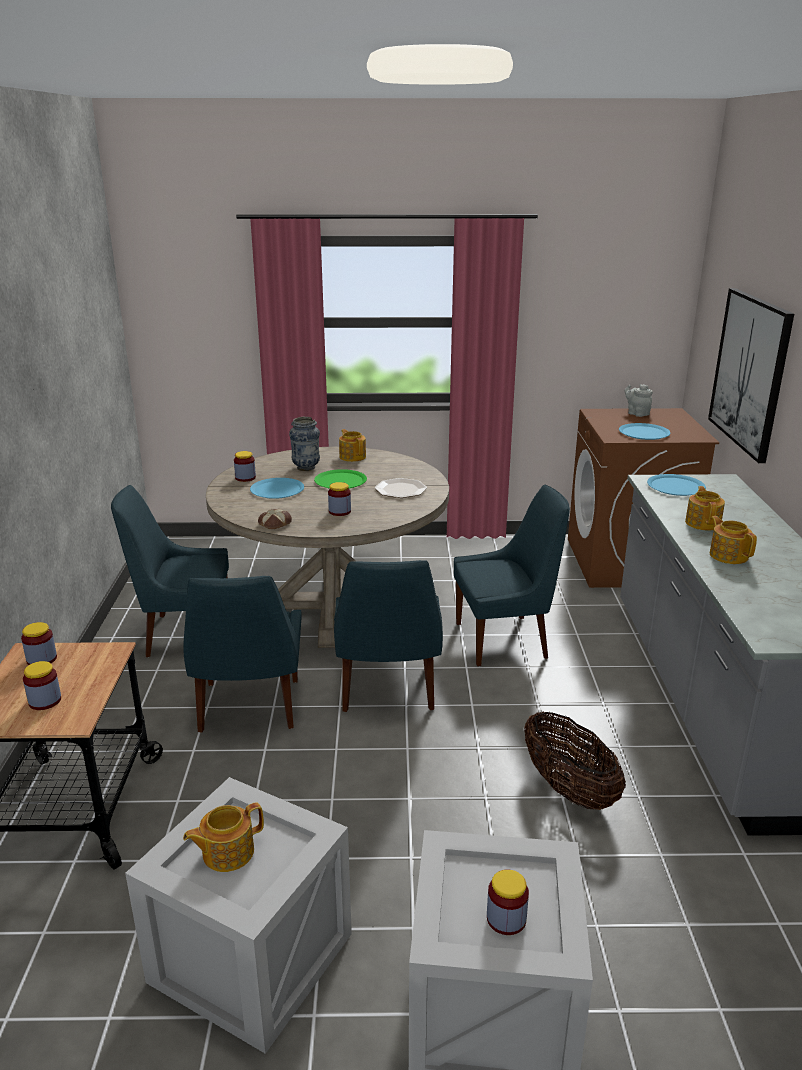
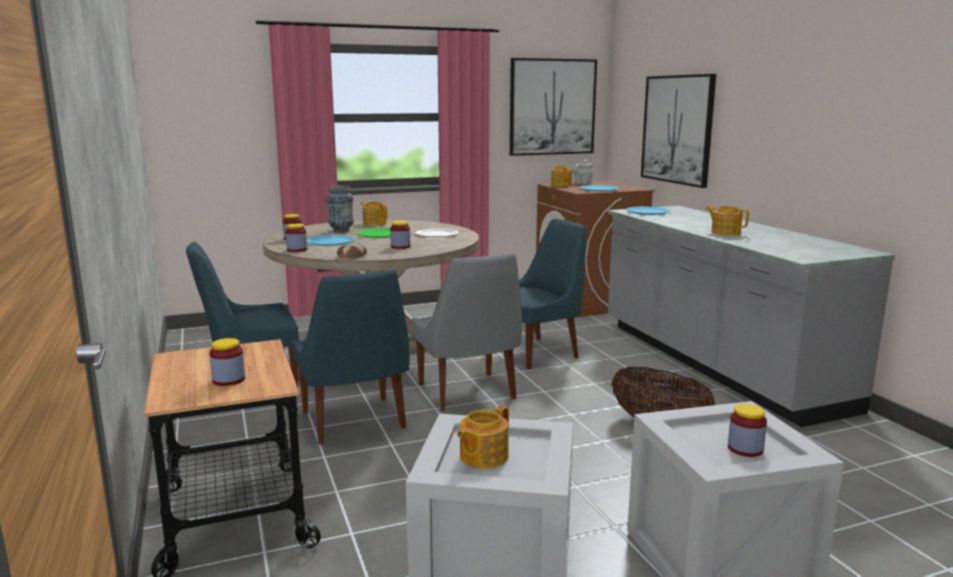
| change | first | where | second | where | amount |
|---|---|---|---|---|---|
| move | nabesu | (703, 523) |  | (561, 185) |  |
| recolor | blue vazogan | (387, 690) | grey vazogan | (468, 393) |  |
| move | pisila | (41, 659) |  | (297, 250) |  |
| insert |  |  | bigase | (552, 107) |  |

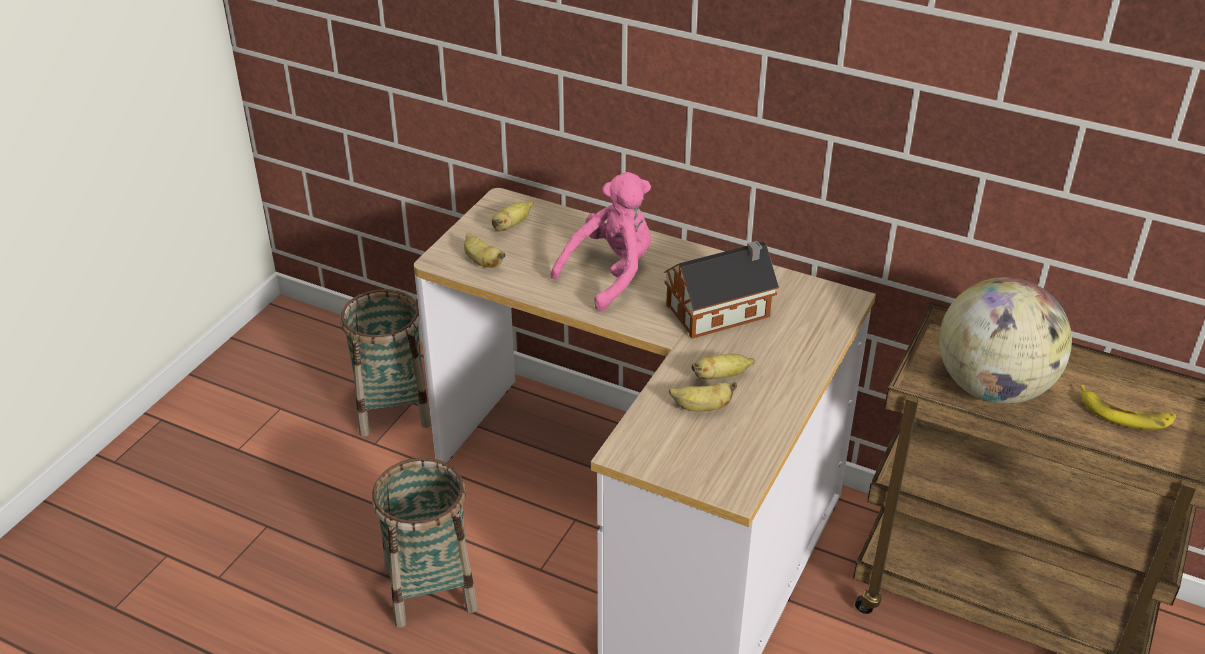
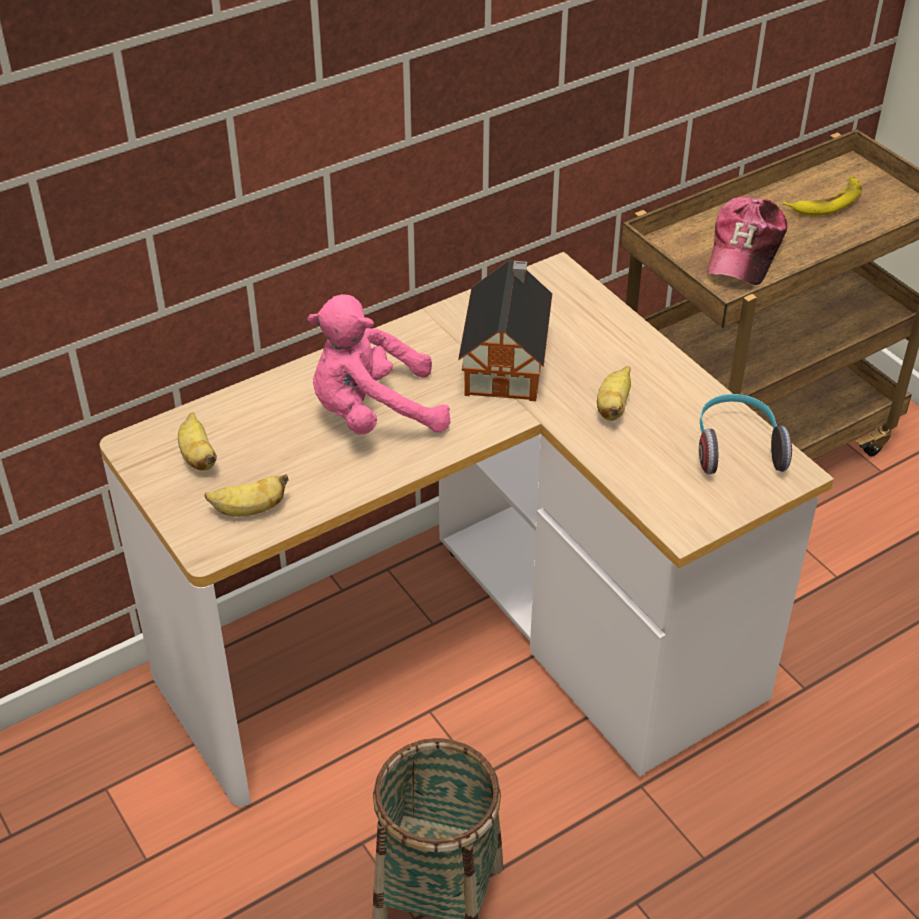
| change | first | where | second | where | amount |
|---|---|---|---|---|---|
| rotate | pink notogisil | (611, 275) |  | (373, 414) | 90 degrees counterclockwise |
| replace | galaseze | (993, 388) | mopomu | (745, 251) |  |
| delete | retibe | (393, 408) |  |  |  |
| delete | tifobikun | (701, 408) |  |  |  |
| insert |  |  | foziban | (736, 447) |  |

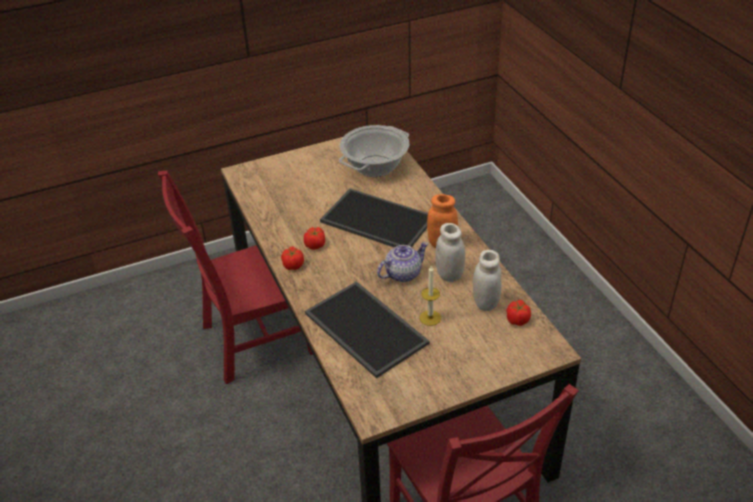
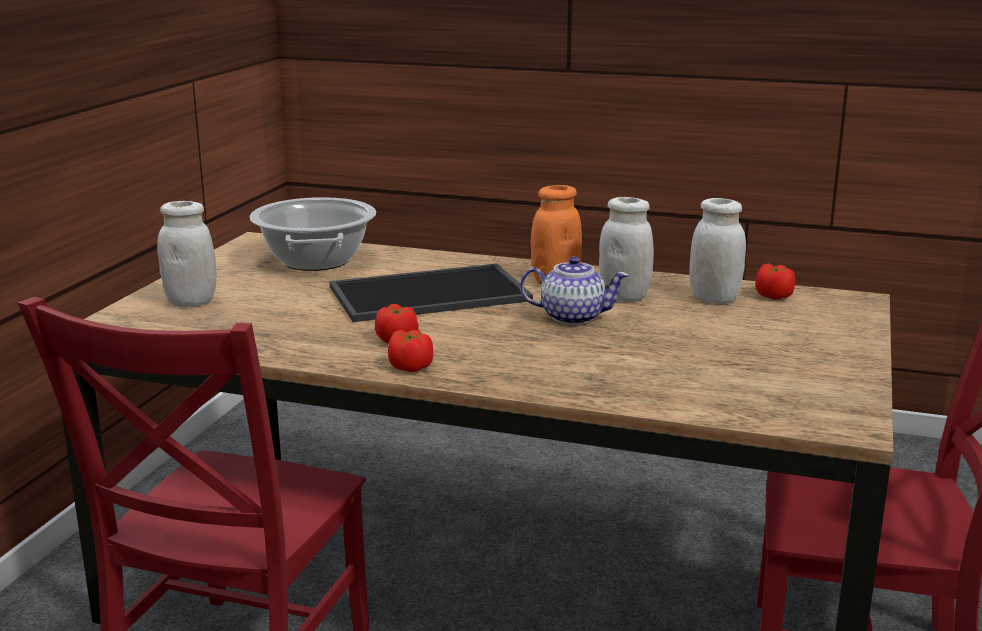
| change | first | where | second | where | amount |
|---|---|---|---|---|---|
| rotate | nabesu | (402, 274) |  | (572, 317) | 90 degrees clockwise |
| delete | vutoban | (430, 318) |  |  |  |
| delete | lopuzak | (368, 328) |  |  |  |
| insert |  |  | white pisila | (191, 302) |  |

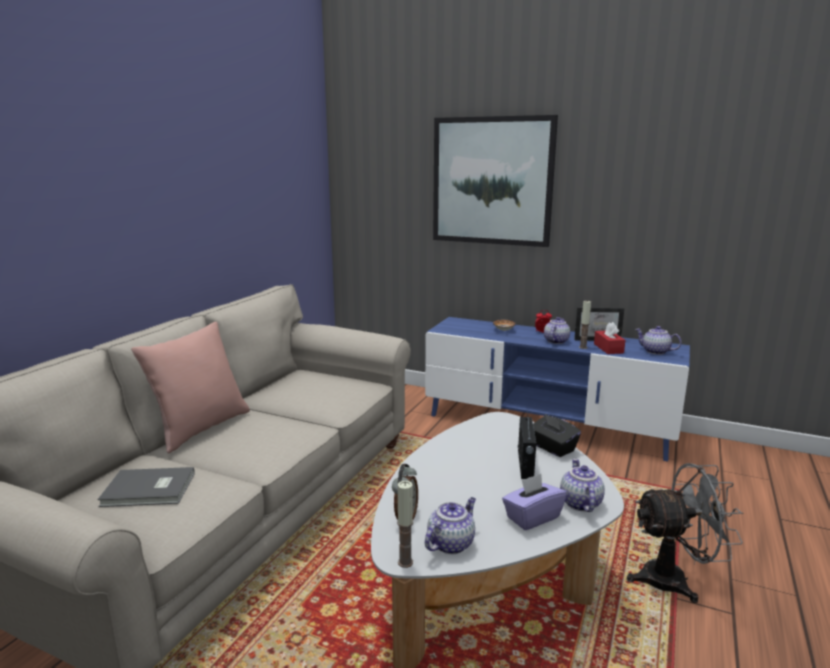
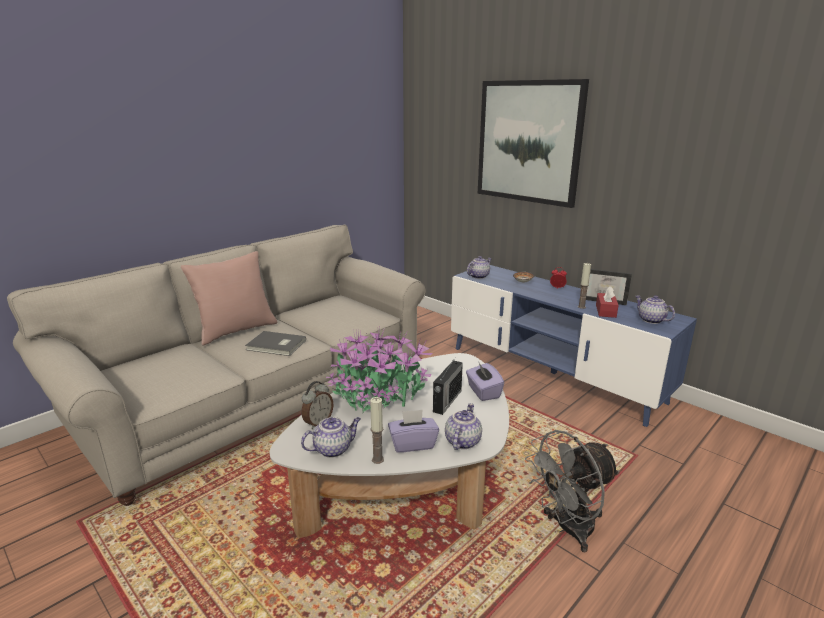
| change | first | where | second | where | amount |
|---|---|---|---|---|---|
| move | nabesu | (555, 341) |  | (478, 276) |  |
| recolor | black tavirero | (552, 448) | purple tavirero | (483, 392) |  |
| rotate | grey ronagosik | (675, 580) |  | (567, 529) | 135 degrees clockwise |
| move | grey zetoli | (149, 490) |  | (276, 346) |  |
| move | vutoban | (405, 562) |  | (377, 459) |  |
| insert |  |  | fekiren | (378, 396) |  |

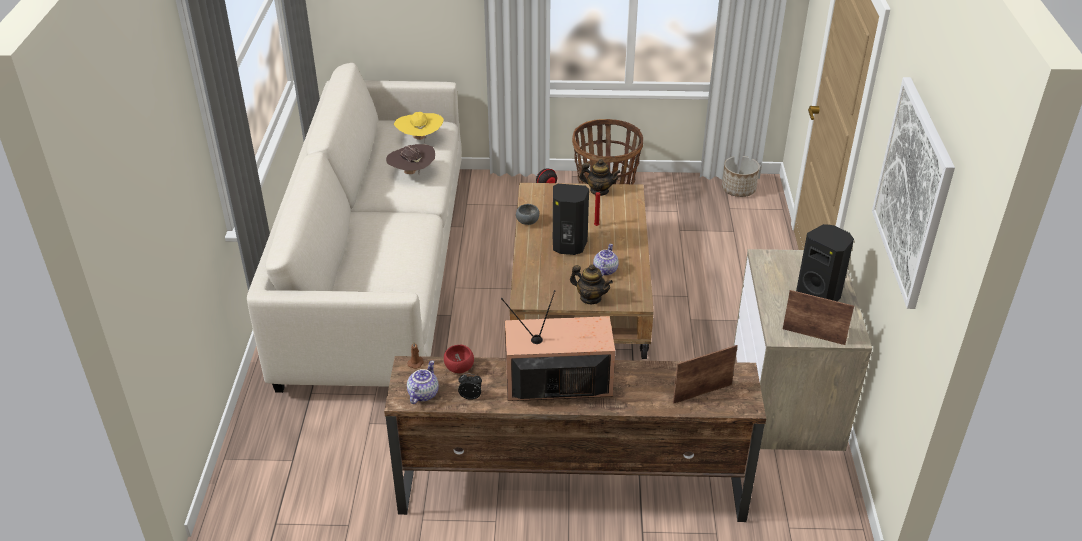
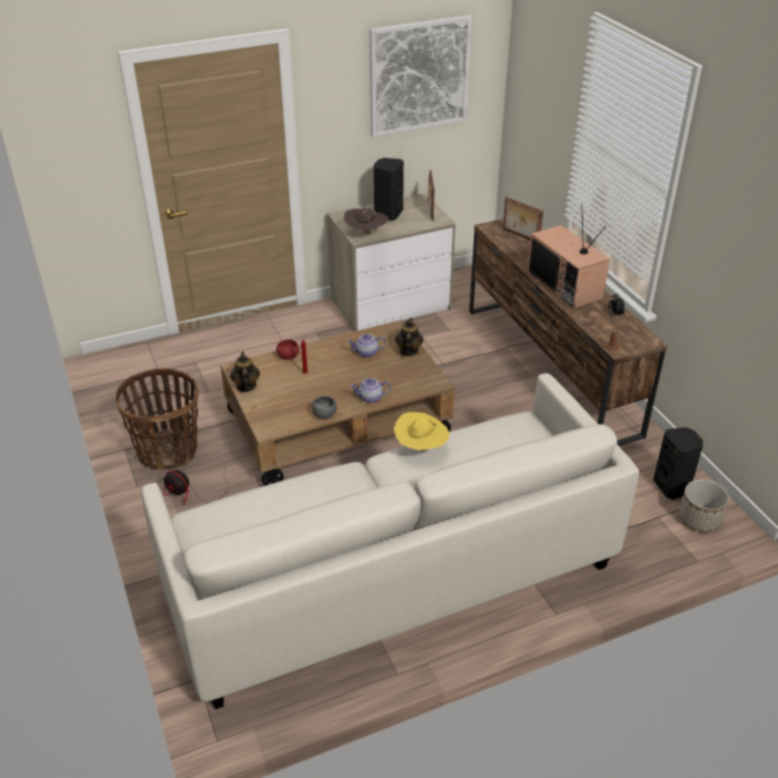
| change | first | where | second | where | amount |
|---|---|---|---|---|---|
| move | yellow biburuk | (420, 139) |  | (421, 448) |  |
| move | brown biburuk | (412, 173) |  | (366, 234) |  |
| move | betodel | (738, 189) |  | (699, 519) |  |
| move | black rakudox | (568, 246) |  | (672, 487) |  |
| move | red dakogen | (458, 367) |  | (288, 357) |  |
| move | nabesu | (422, 393) |  | (370, 398) |  |

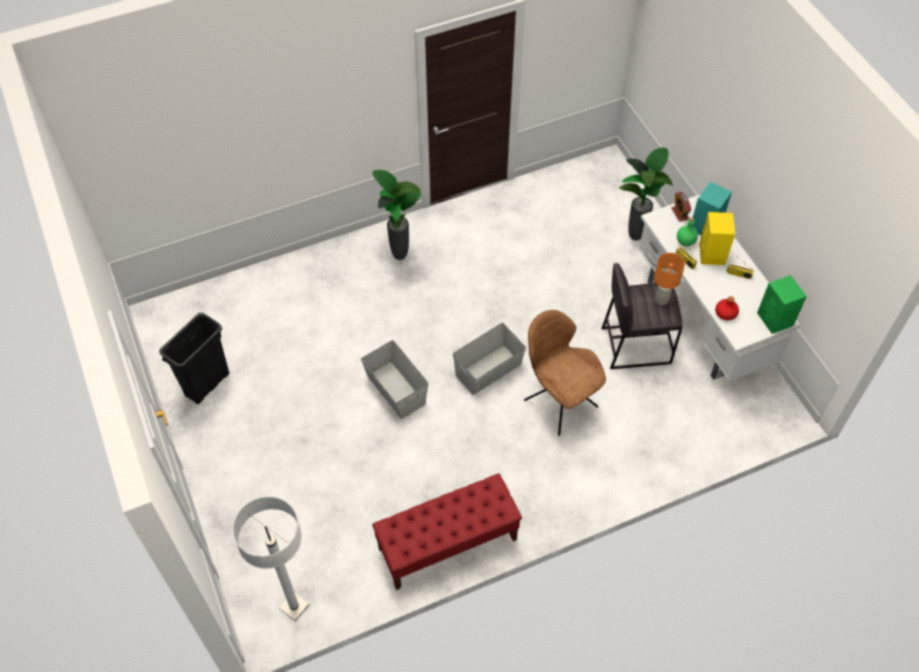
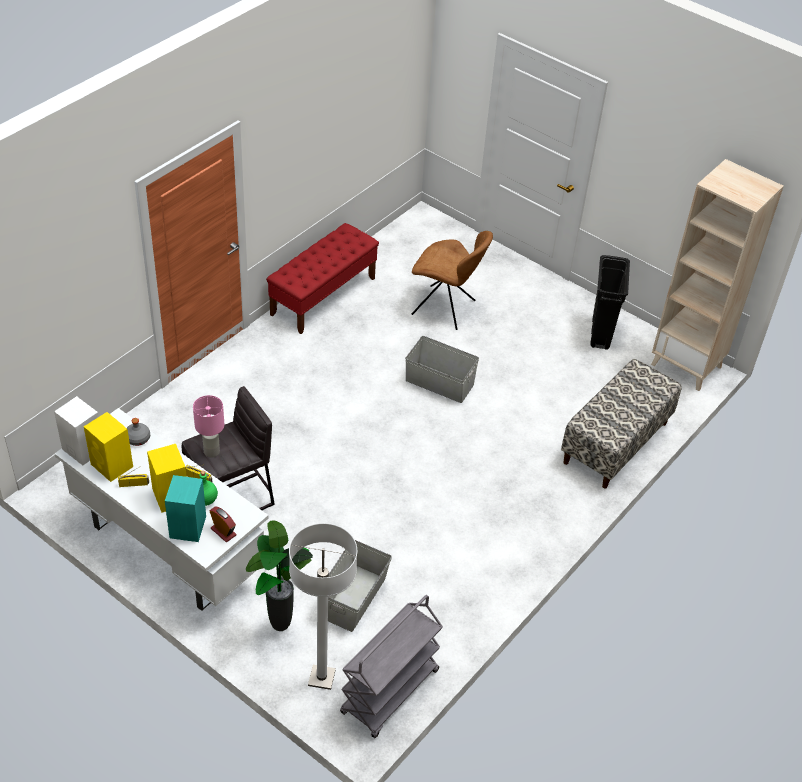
| change | first | where | second | where | amount |
|---|---|---|---|---|---|
| delete | fekiren | (399, 255) |  |  |  |
| recolor | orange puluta | (662, 299) | pink puluta | (211, 452) |  |
| recolor | green rakudox | (775, 320) | white rakudox | (82, 449) |  |
| recolor | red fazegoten | (725, 313) | grey fazegoten | (138, 439) |  |
| move | brown vazogan | (559, 401) |  | (446, 308) |  |
| move | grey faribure | (489, 369) |  | (353, 598) |  |
| move | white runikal | (294, 606) |  | (321, 678) |  |
| insert |  |  | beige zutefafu | (687, 365) |  |
| insert |  |  | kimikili | (615, 443) |  |
| insert |  |  | yellow rakudox | (112, 466) |  |
| insert |  |  | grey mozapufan | (390, 693) |  |

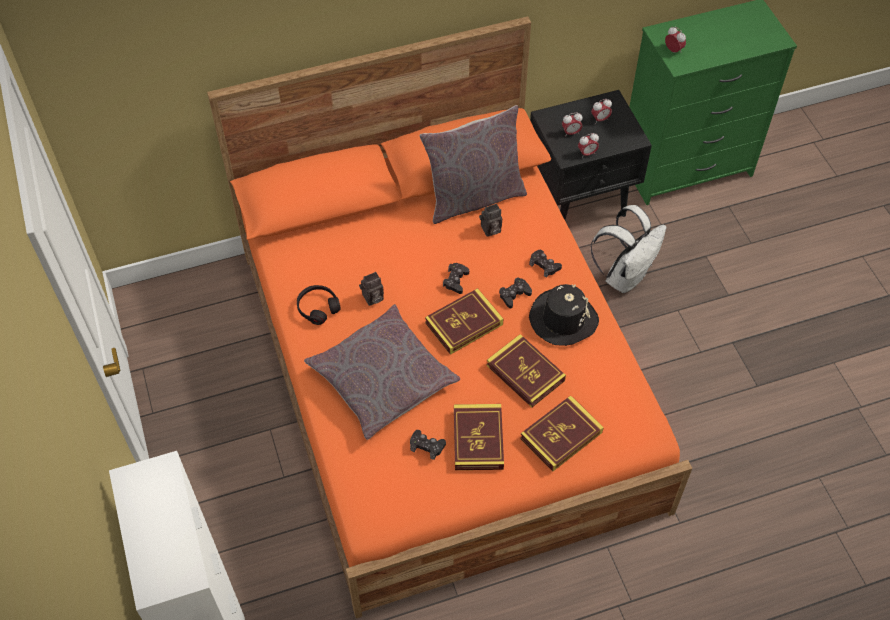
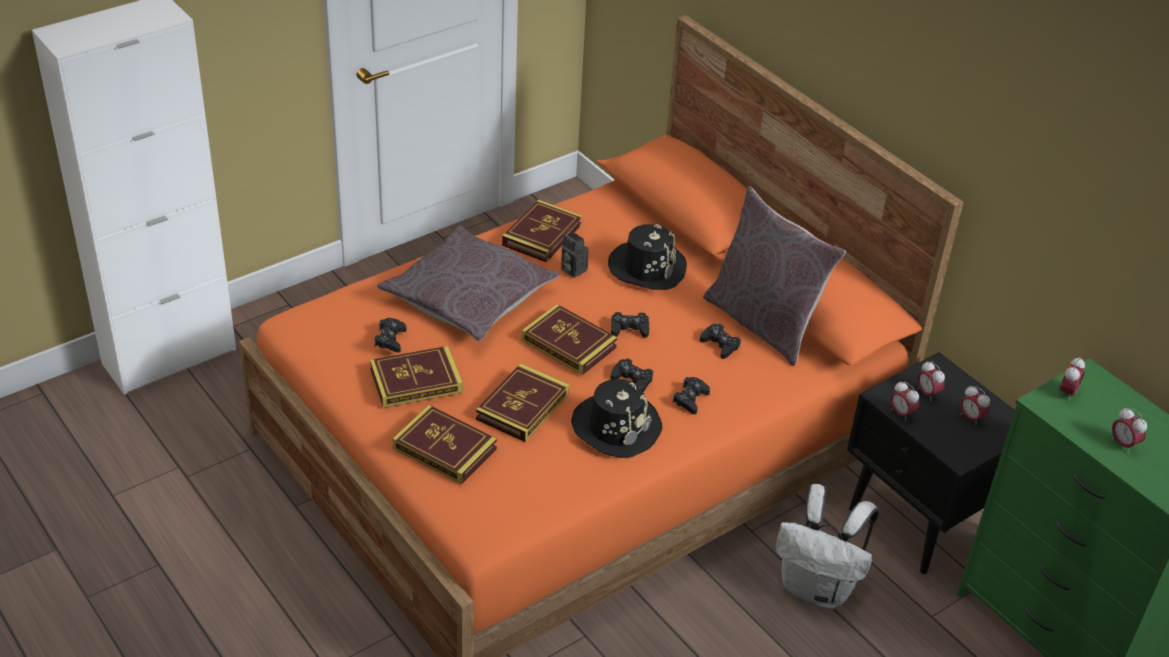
| change | first | where | second | where | amount |
|---|---|---|---|---|---|
| replace | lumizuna | (490, 230) | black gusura | (720, 345) |  |
| replace | black foziban | (318, 307) | zetoli | (542, 235) |  |
| insert |  |  | black biburuk | (647, 267) |  |
| insert |  |  | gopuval | (1123, 444) |  |

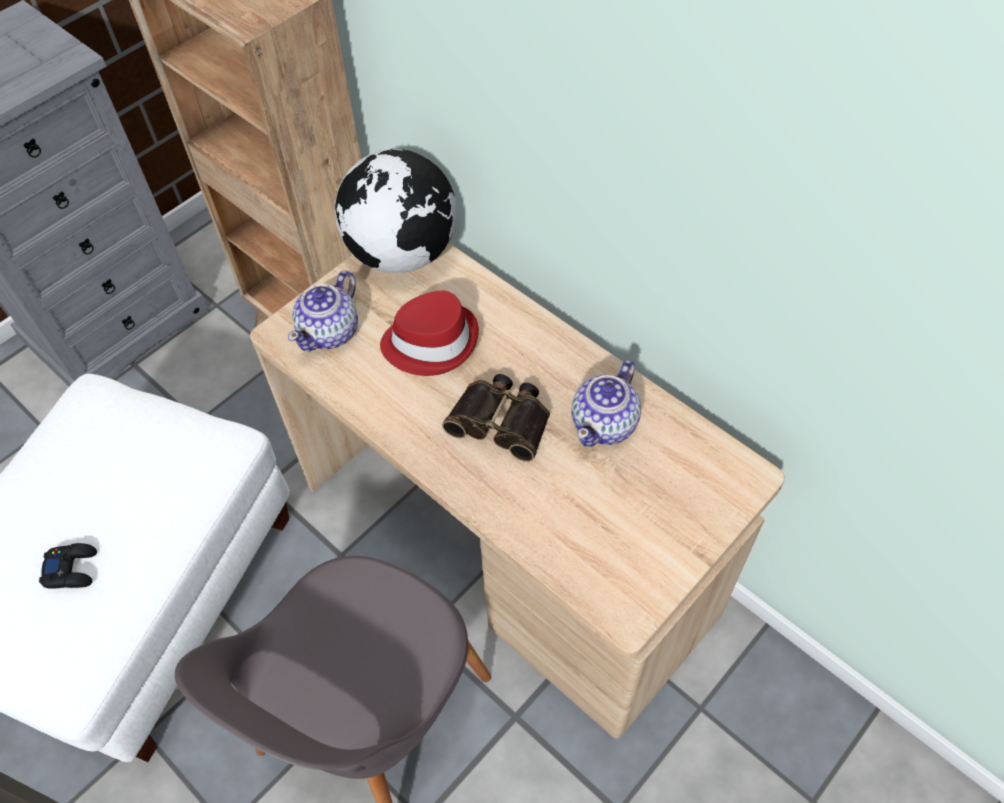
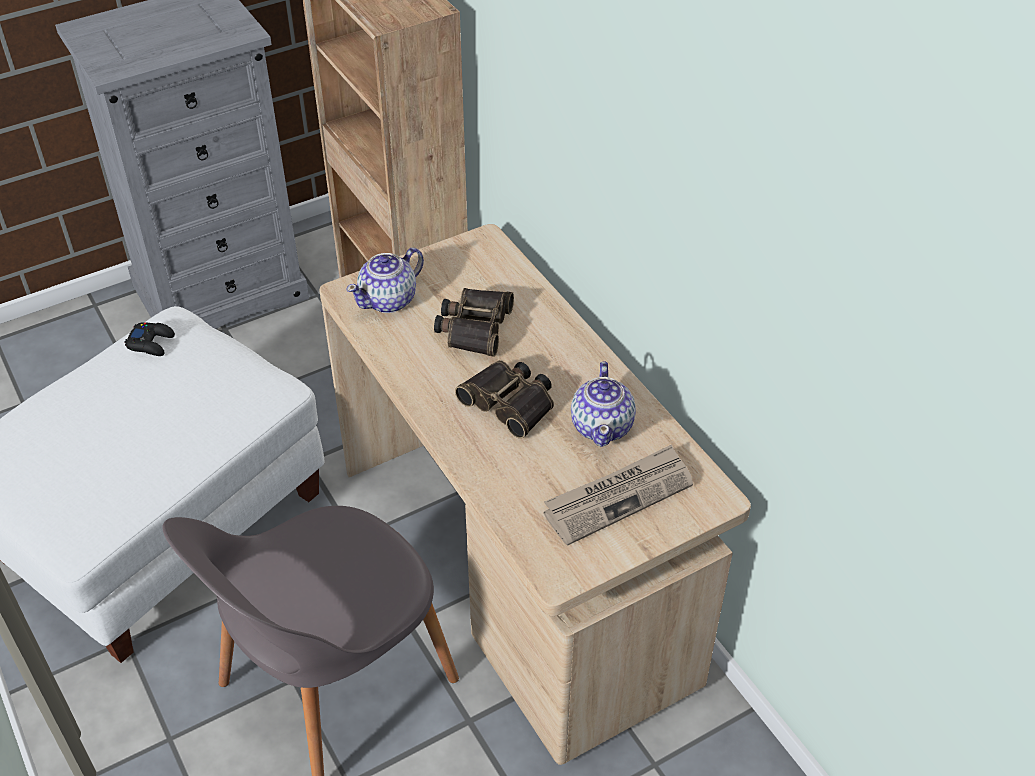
| change | first | where | second | where | amount |
|---|---|---|---|---|---|
| delete | galaseze | (403, 254) |  |  |  |
| replace | red biburuk | (431, 341) | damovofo | (473, 327) |  |
| rotate | nabesu | (605, 423) |  | (602, 426) | 45 degrees counterclockwise |
| move | black gusura | (72, 569) |  | (151, 343) |  |
| insert |  |  | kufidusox | (618, 496) |  |

